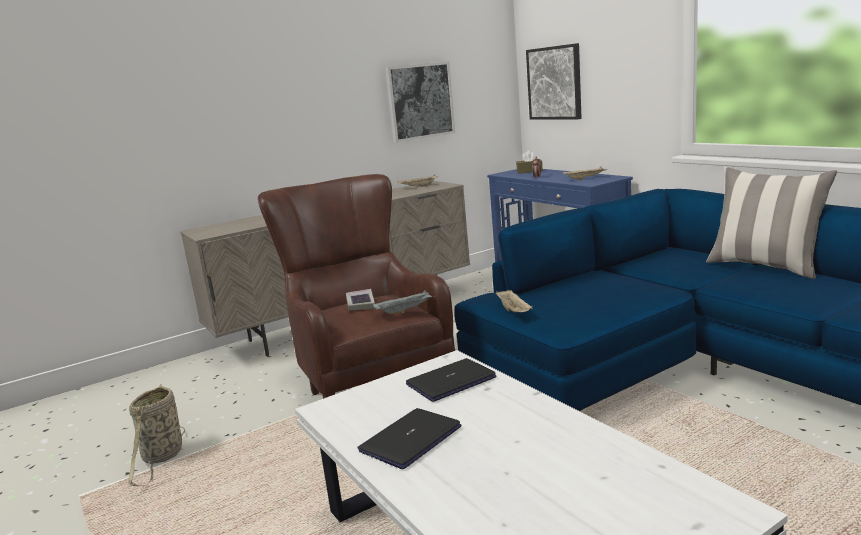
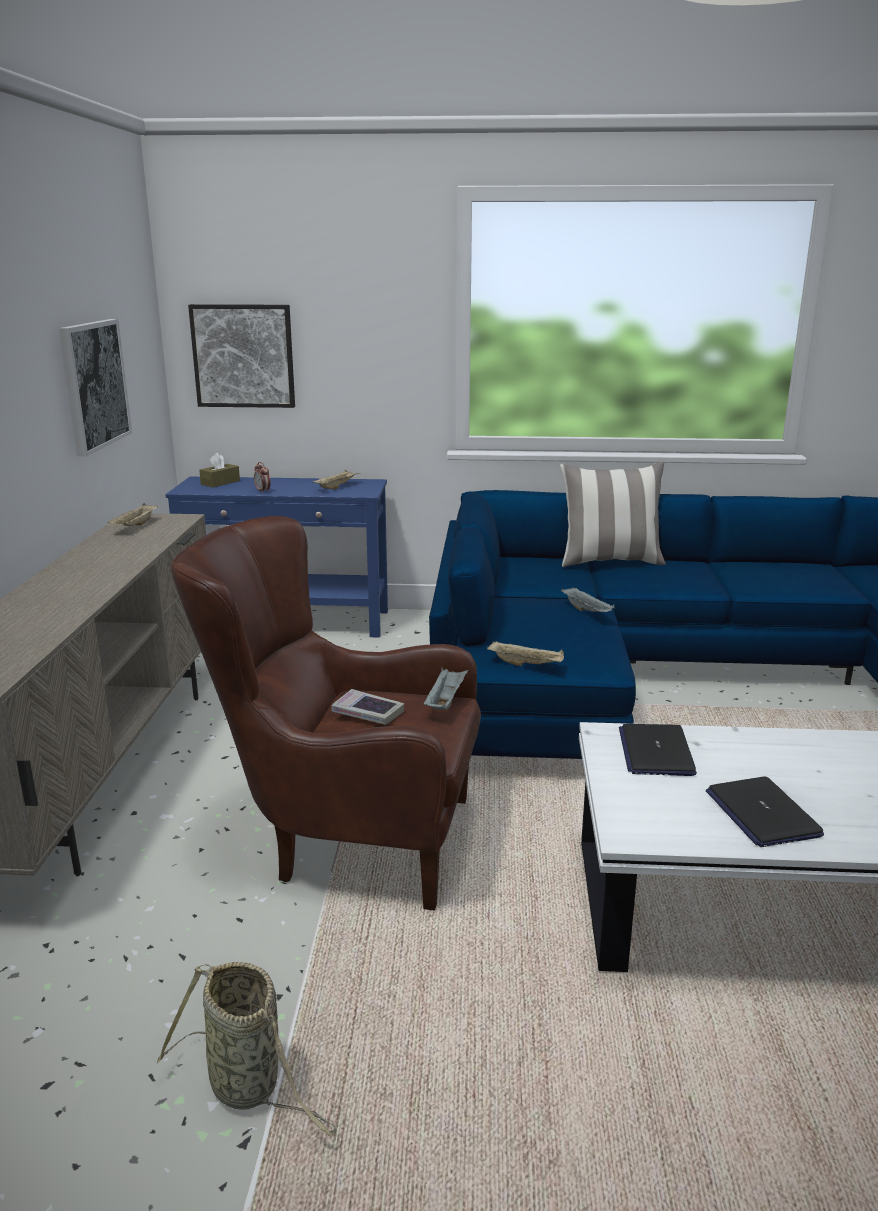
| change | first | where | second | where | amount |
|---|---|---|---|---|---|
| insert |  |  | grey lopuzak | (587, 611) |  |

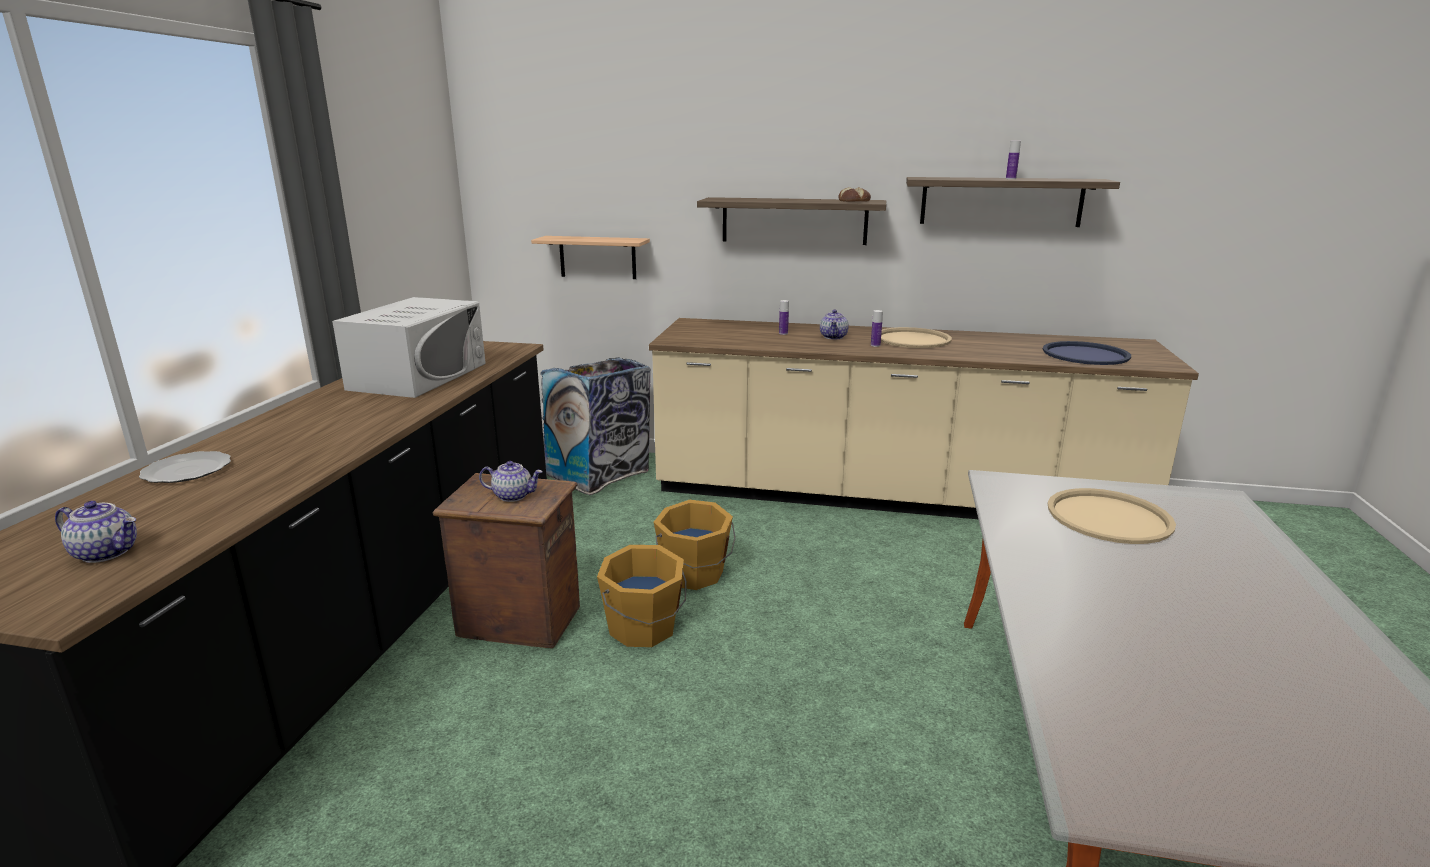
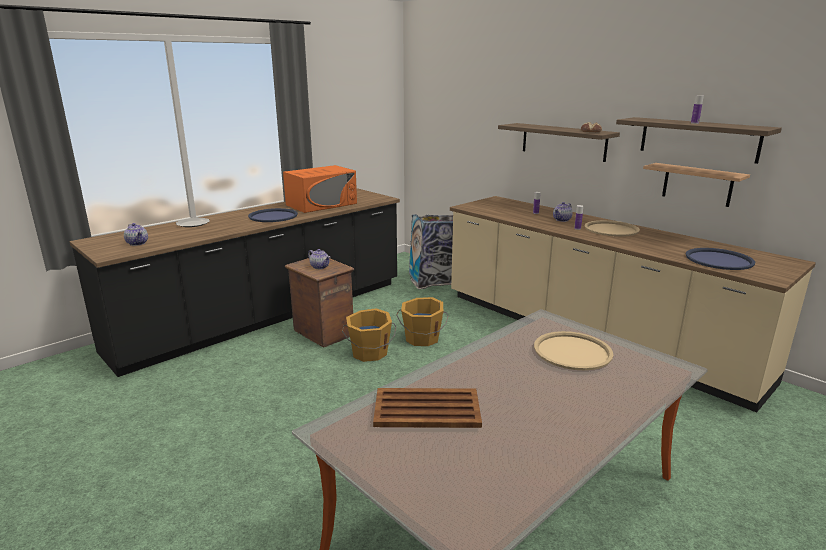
| change | first | where | second | where | amount |
|---|---|---|---|---|---|
| move | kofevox | (597, 257) |  | (697, 184) |  |
| recolor | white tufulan | (419, 376) | orange tufulan | (321, 204) |  |
| insert |  |  | blue lopuzak | (273, 216) |  |
| insert |  |  | brown lopuzak | (428, 409) |  |

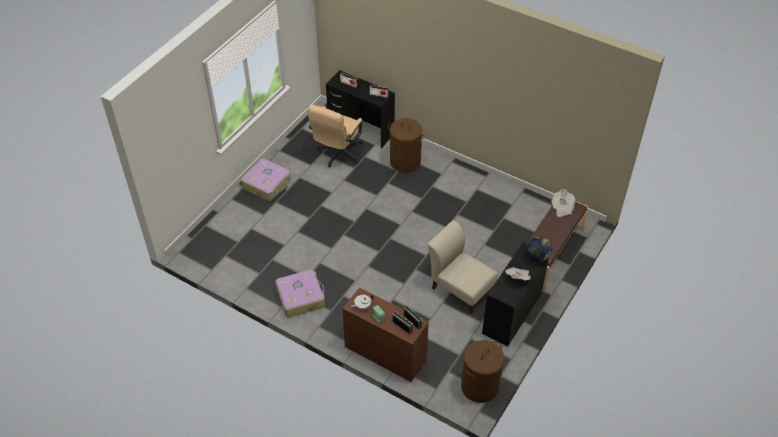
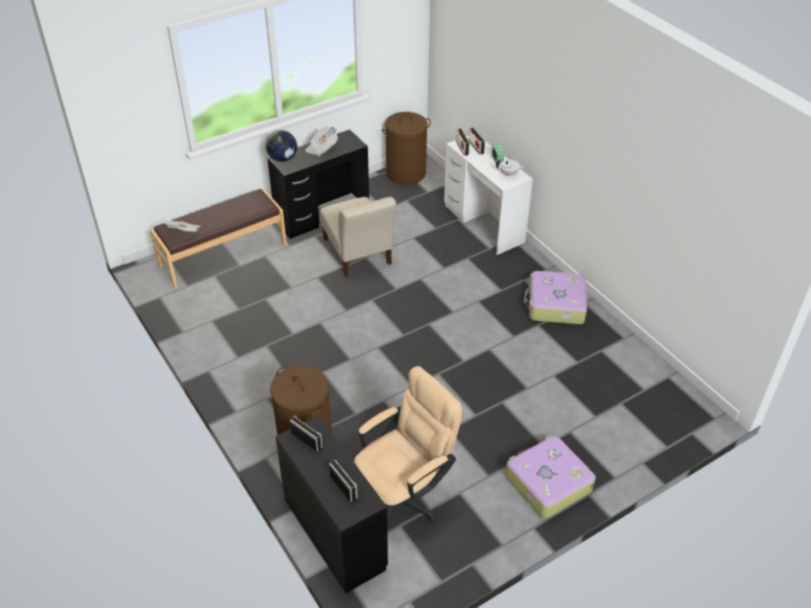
| change | first | where | second | where | amount |
|---|---|---|---|---|---|
| recolor | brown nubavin | (385, 353) | white nubavin | (483, 224) |  |

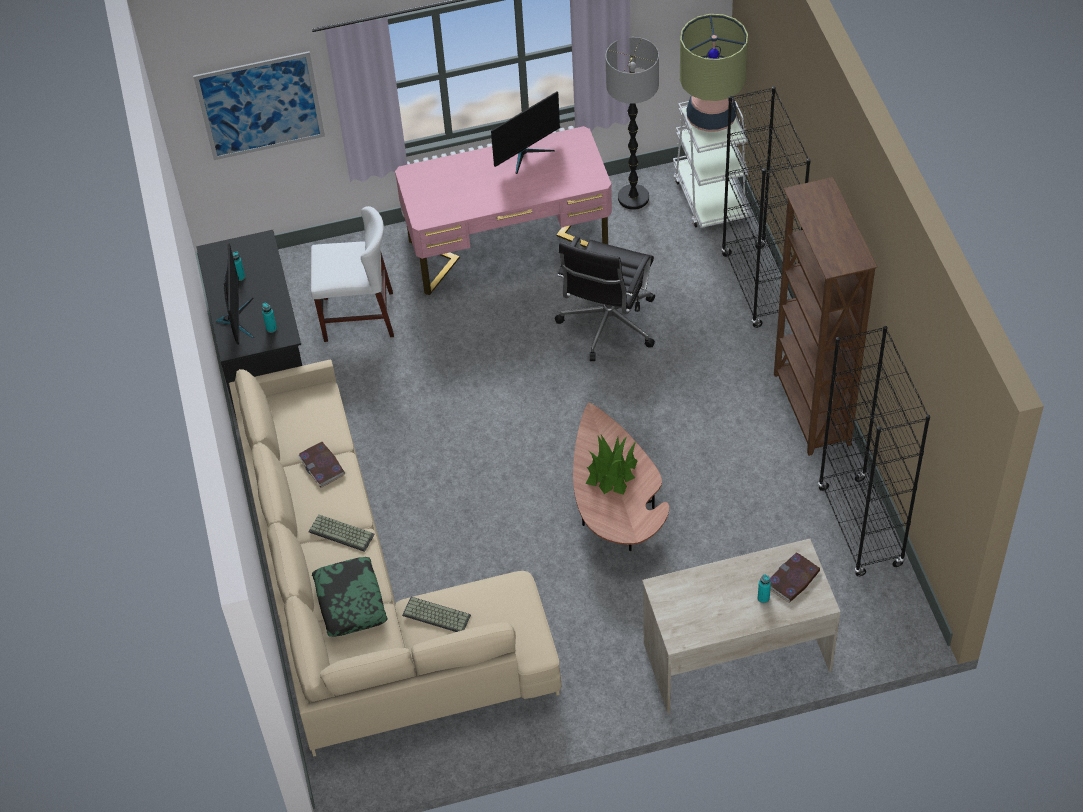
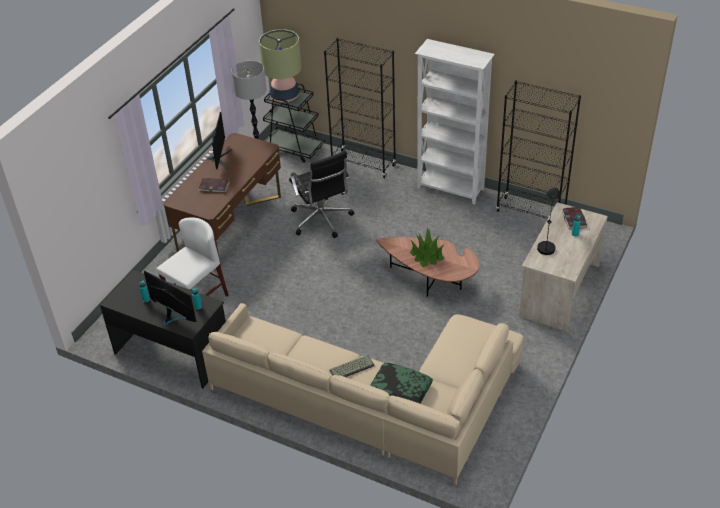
| change | first | where | second | where | amount |
|---|---|---|---|---|---|
| delete | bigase | (260, 106) |  |  |  |
| recolor | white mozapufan | (710, 197) | black mozapufan | (294, 148) |  |
| recolor | pink nubavin | (508, 247) | brown nubavin | (230, 224) |  |
| recolor | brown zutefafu | (811, 410) | white zutefafu | (450, 189) |  |
| move | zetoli | (322, 466) |  | (214, 186) |  |
| delete | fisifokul | (435, 616) |  |  |  |
| insert |  |  | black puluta | (547, 238) |  |

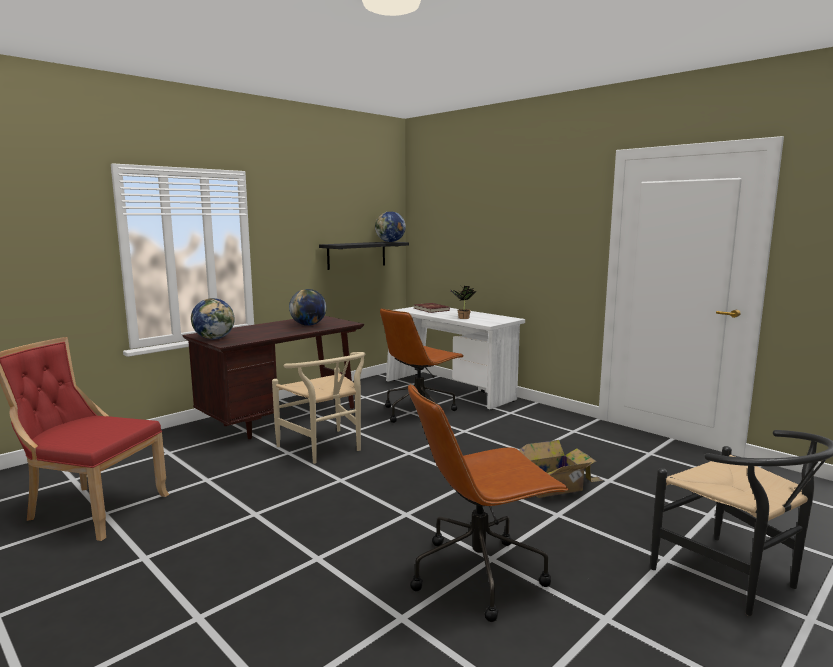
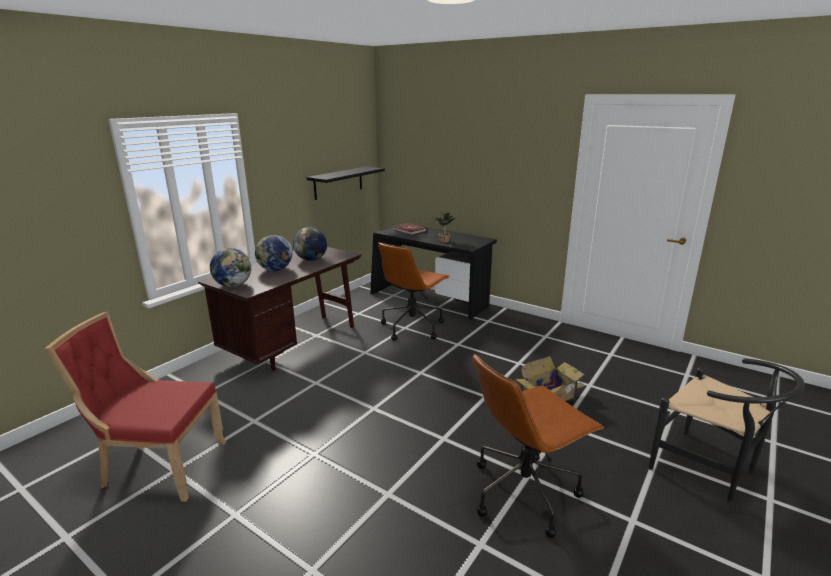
| change | first | where | second | where | amount |
|---|---|---|---|---|---|
| move | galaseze | (390, 242) |  | (275, 270) |  |
| recolor | white nubavin | (450, 390) | black nubavin | (429, 300) |  |
| delete | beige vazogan | (325, 449) |  |  |  |

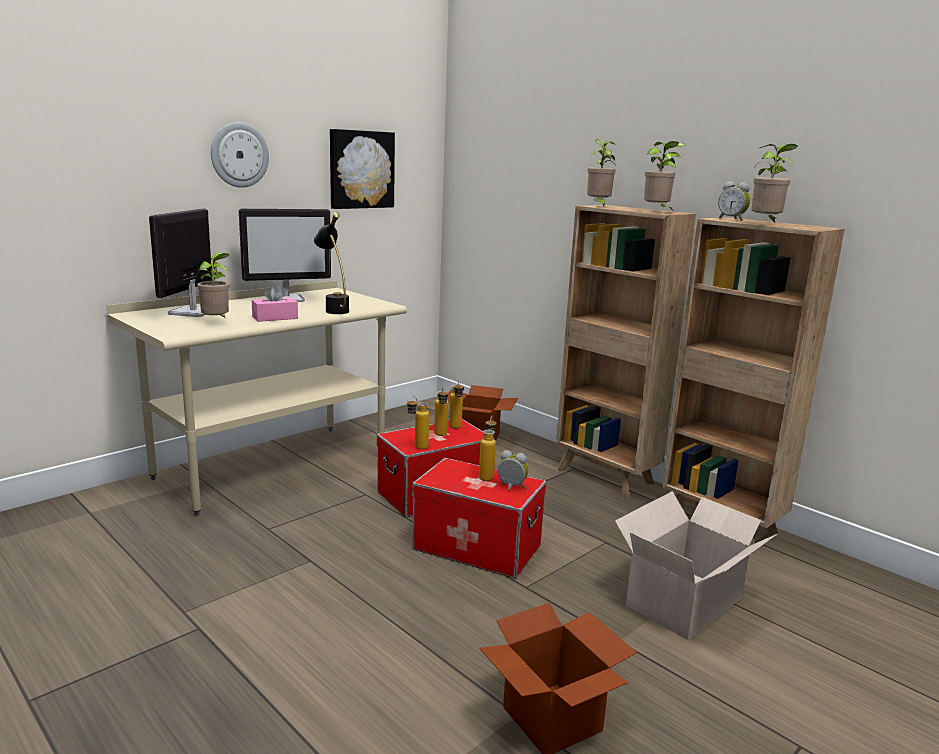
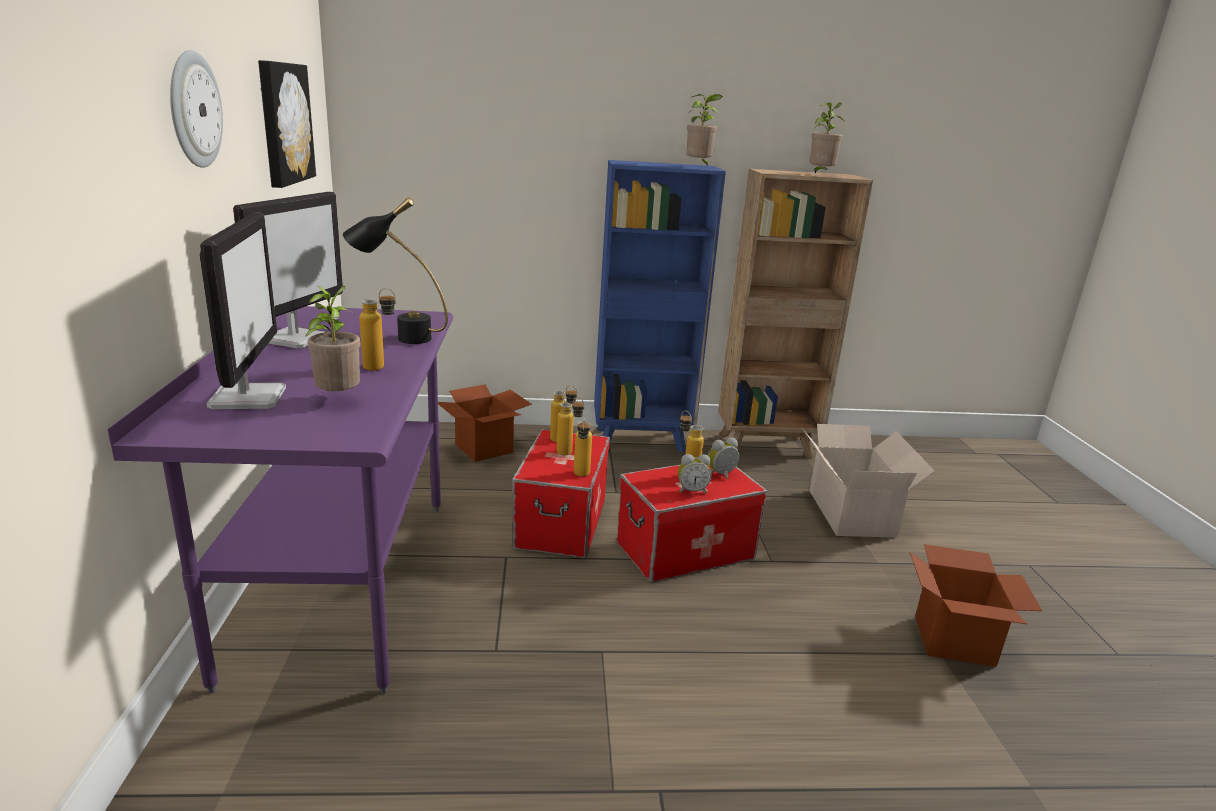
| change | first | where | second | where | amount |
|---|---|---|---|---|---|
| delete | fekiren | (598, 206) |  |  |  |
| move | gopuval | (732, 219) |  | (692, 491) |  |
| recolor | brown zutefafu | (606, 477) | blue zutefafu | (642, 440) |  |
| rotate | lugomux | (192, 313) |  | (248, 397) | 150 degrees counterclockwise |
| recolor | beige nubavin | (272, 467) | purple nubavin | (343, 583) |  |
| replace | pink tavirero | (275, 318) | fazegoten | (381, 369) |  |

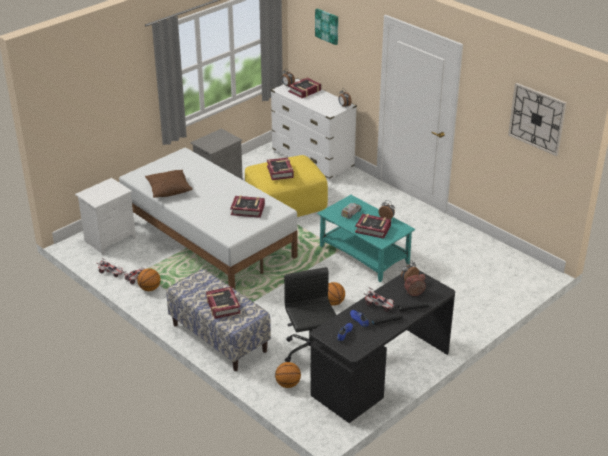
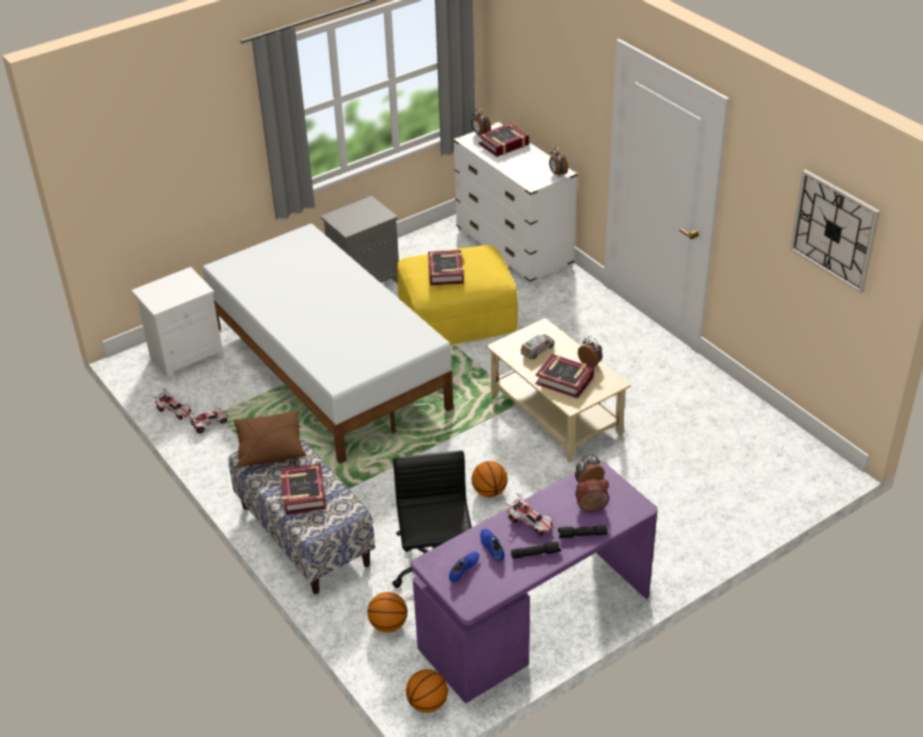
| change | first | where | second | where | amount |
|---|---|---|---|---|---|
| delete | bigase | (327, 26) |  |  |  |
| move | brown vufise | (168, 189) |  | (270, 447) |  |
| delete | zetoli | (247, 209) |  |  |  |
| recolor | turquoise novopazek | (363, 254) | beige novopazek | (554, 413) |  |
| move | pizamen | (149, 288) |  | (427, 703) |  |
| recolor | black nubavin | (381, 373) | purple nubavin | (536, 621) |  |

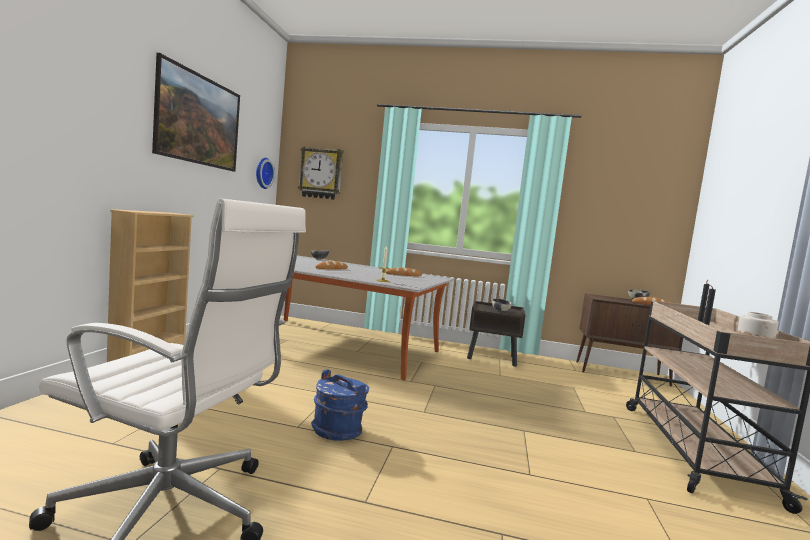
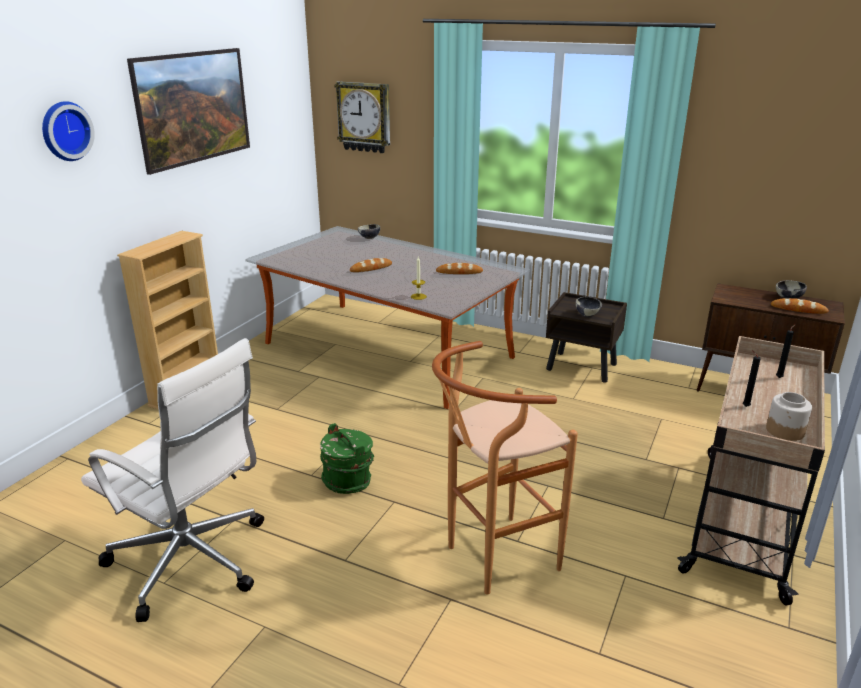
| change | first | where | second | where | amount |
|---|---|---|---|---|---|
| move | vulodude | (262, 173) |  | (64, 131) |  |
| recolor | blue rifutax | (338, 430) | green rifutax | (348, 481) |  |
| insert |  |  | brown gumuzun | (492, 559) |  |

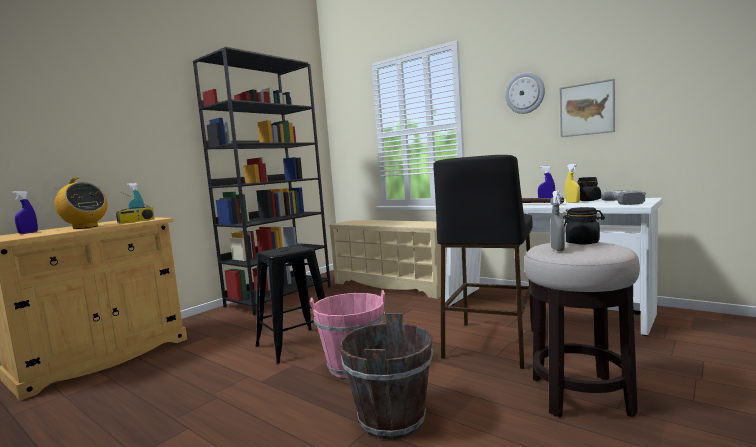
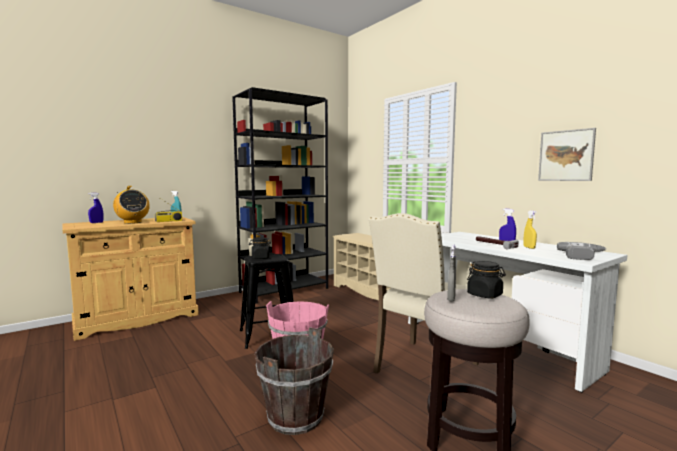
| change | first | where | second | where | amount |
|---|---|---|---|---|---|
| delete | vulodude | (525, 93) |  |  |  |
| replace | black gumuzun | (490, 344) | beige vazogan | (423, 368) |  |
| move | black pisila | (587, 200) |  | (260, 258) |  |

